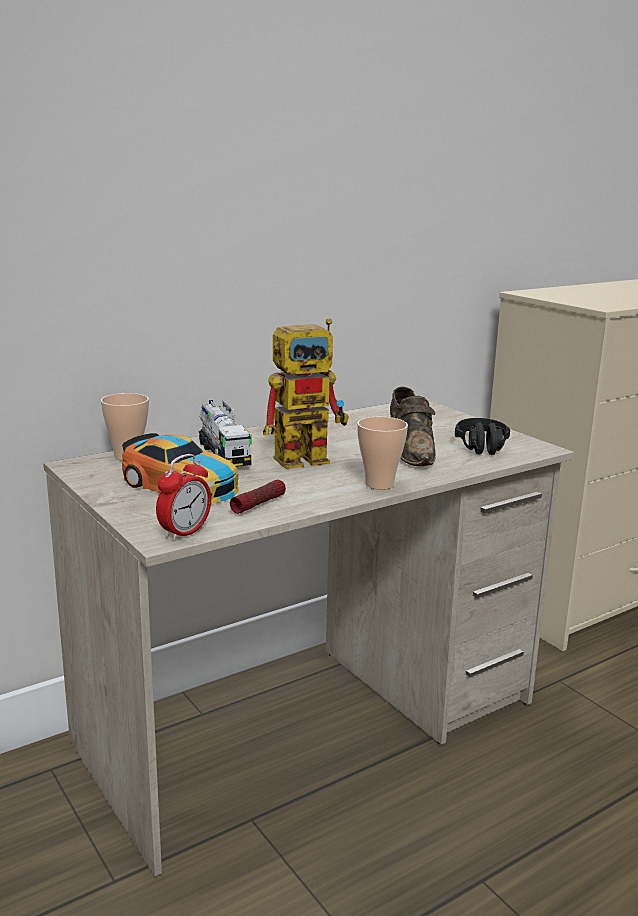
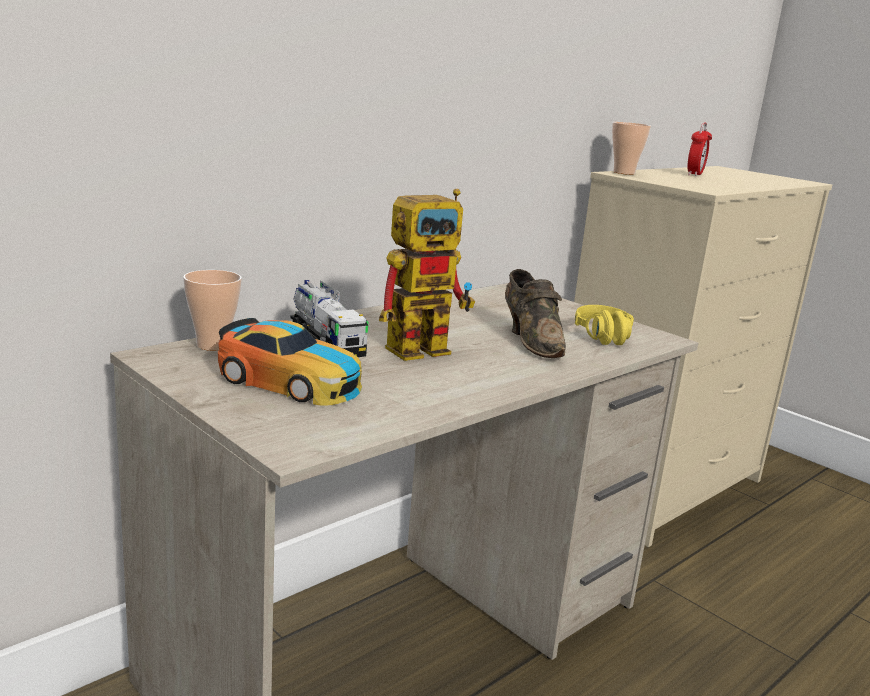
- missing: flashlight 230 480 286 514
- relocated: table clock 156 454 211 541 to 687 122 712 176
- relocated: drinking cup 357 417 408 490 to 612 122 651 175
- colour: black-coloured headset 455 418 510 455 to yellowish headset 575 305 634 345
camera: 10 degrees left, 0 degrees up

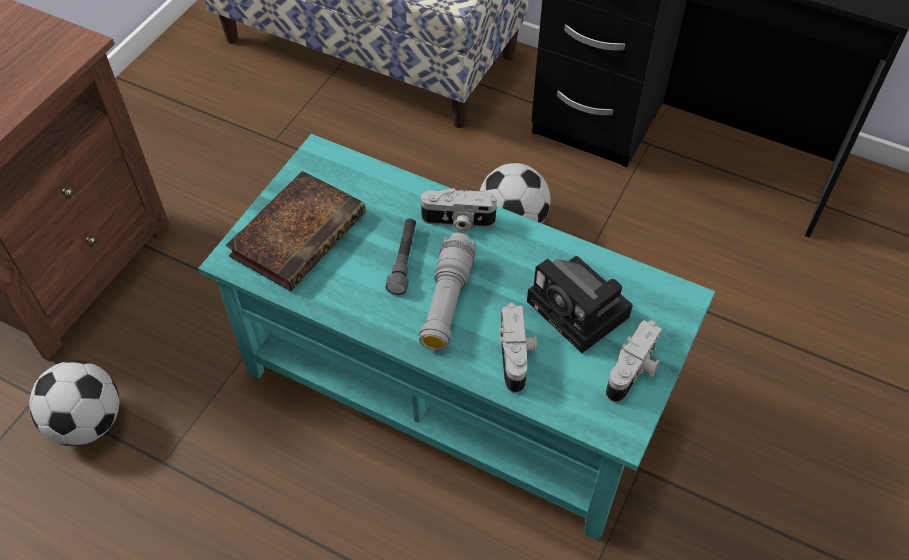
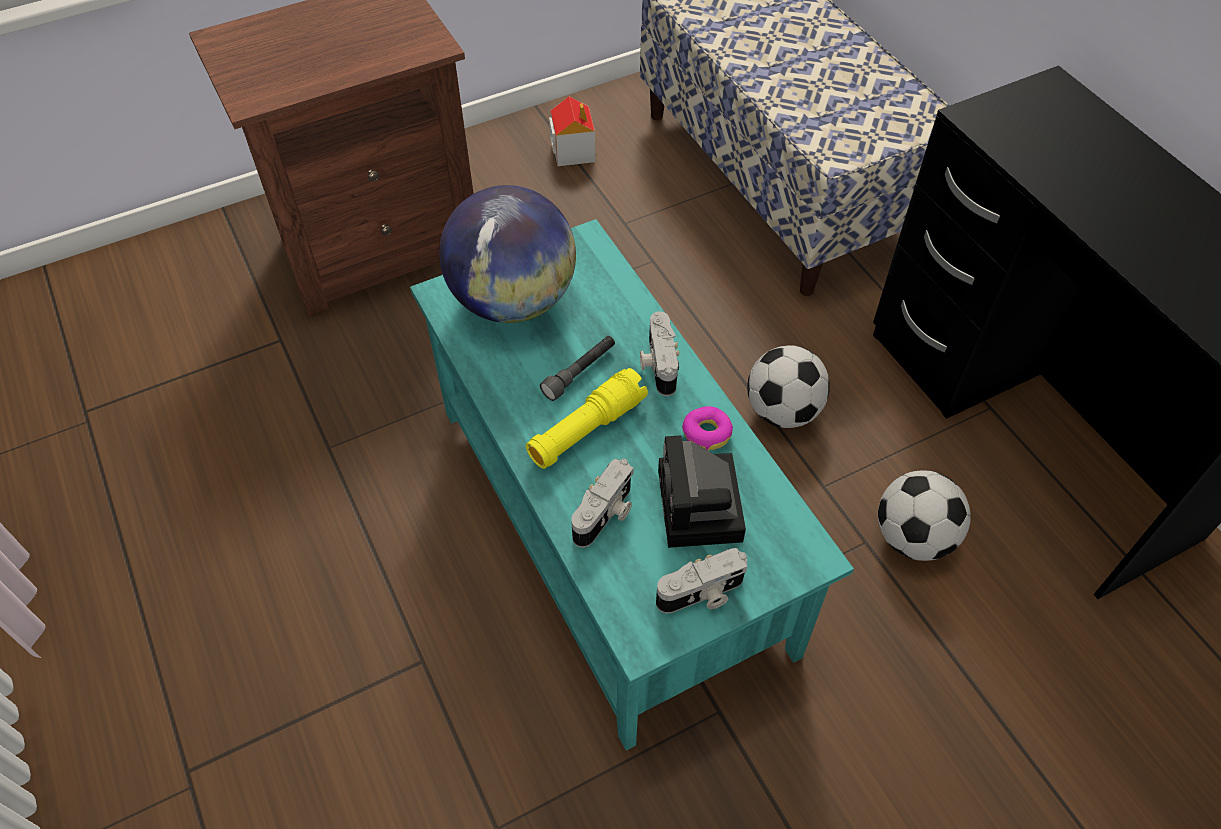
- appeared: miniature house 549 96 596 166
- appeared: donut 682 406 733 450
- relocated: football ball 29 360 119 446 to 878 470 971 561
- exchanged: book 226 171 366 291 to globe 439 185 576 323
- colour: gray flashlight 419 233 477 351 to yellowish flashlight 526 368 648 469
- spun: photo camera 421 188 497 232 = 640 311 679 396 45 degrees clockwise
camera: 35 degrees right, 0 degrees up

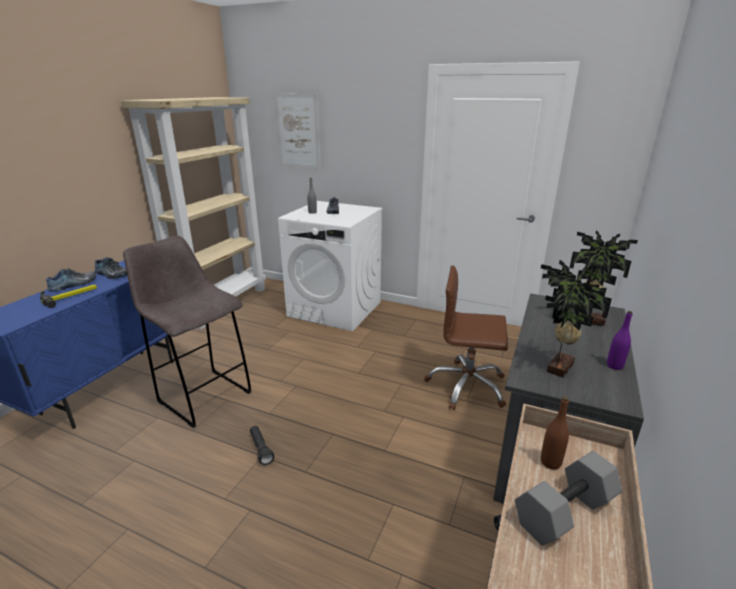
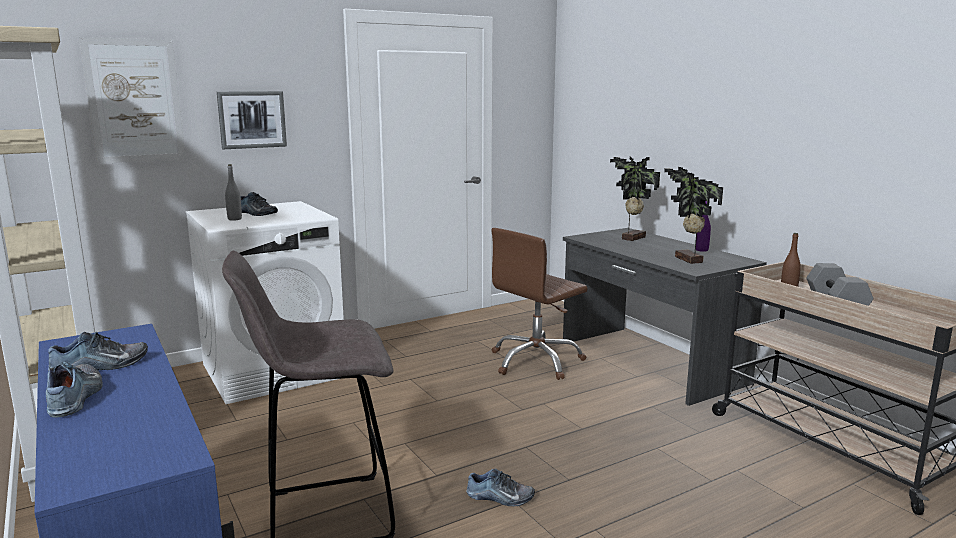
- missing: hand hammer 40 284 97 308
- appeared: picture 217 91 287 149
- exchanged: black-coloured flashlight 250 426 274 465 to shoe 466 468 535 506
camera: 55 degrees left, 10 degrees down

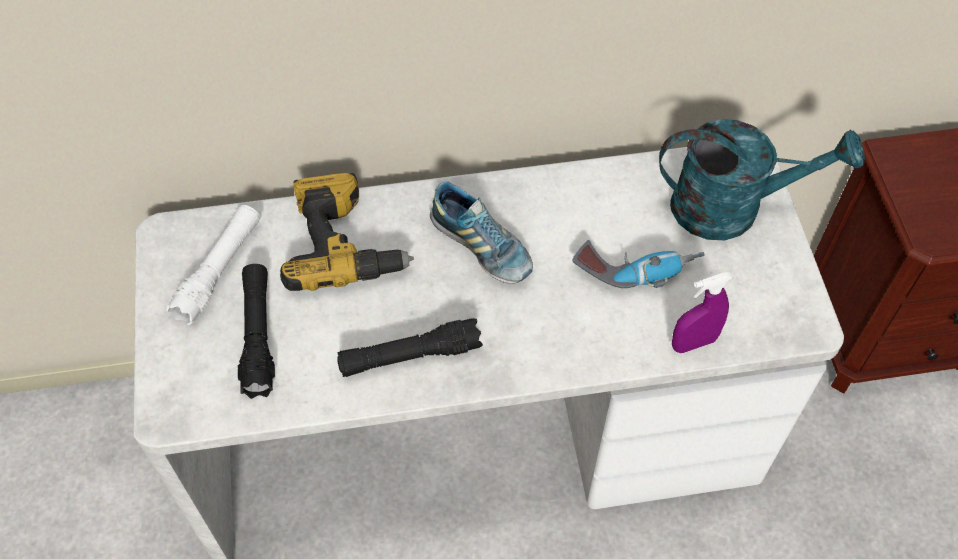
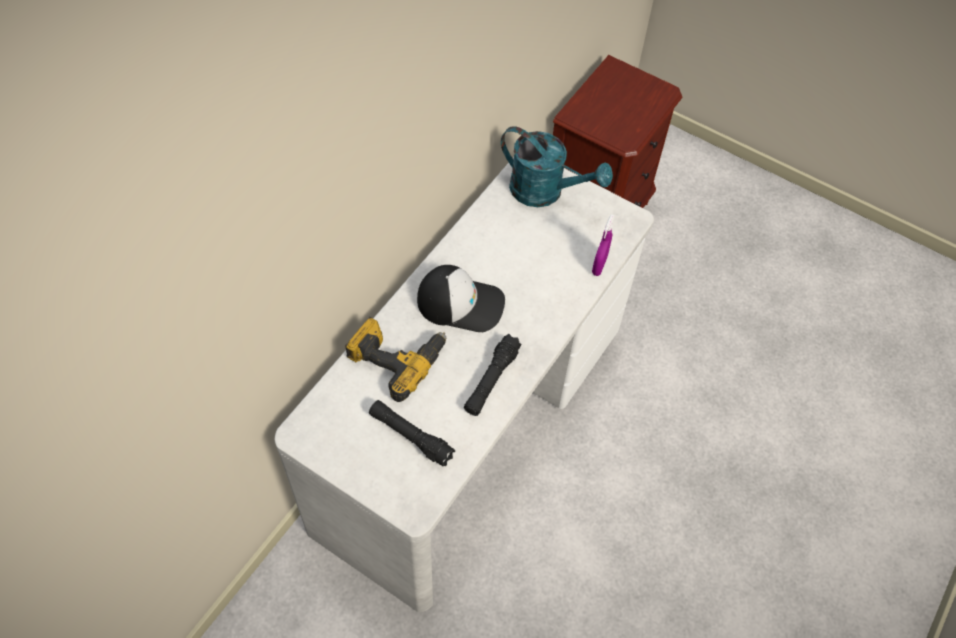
- missing: white flashlight 166 205 260 325
- missing: electric drill 572 240 705 288
- exchanged: shoe 430 181 533 284 to baseball cap 417 265 505 332
- spun: turquoise-coloured watering pot 659 119 865 240 = 501 126 613 207 75 degrees clockwise
camera: 50 degrees left, 0 degrees up

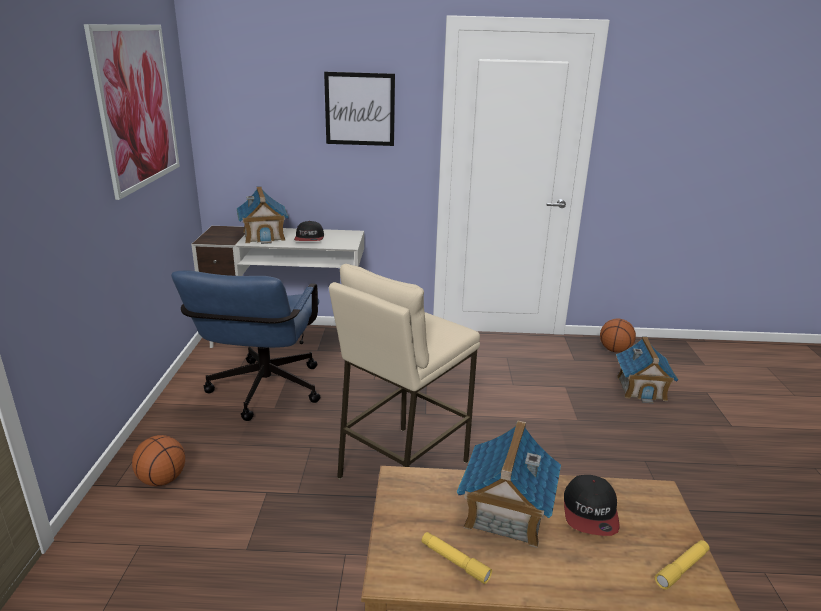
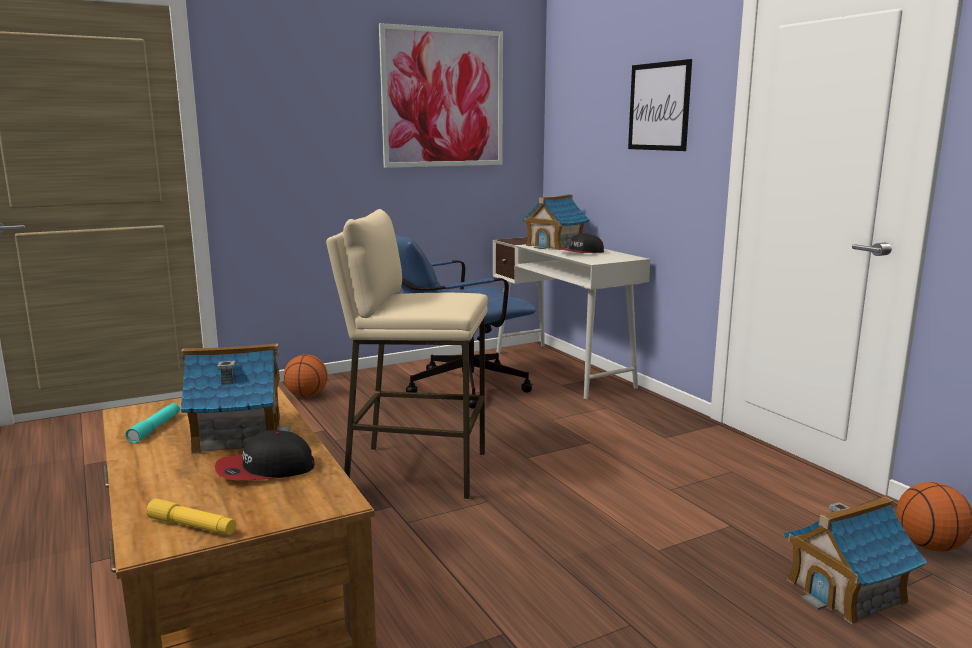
- colour: yellowish flashlight 421 532 492 584 to turquoise-coloured flashlight 125 403 180 443
camera: 60 degrees right, 10 degrees down

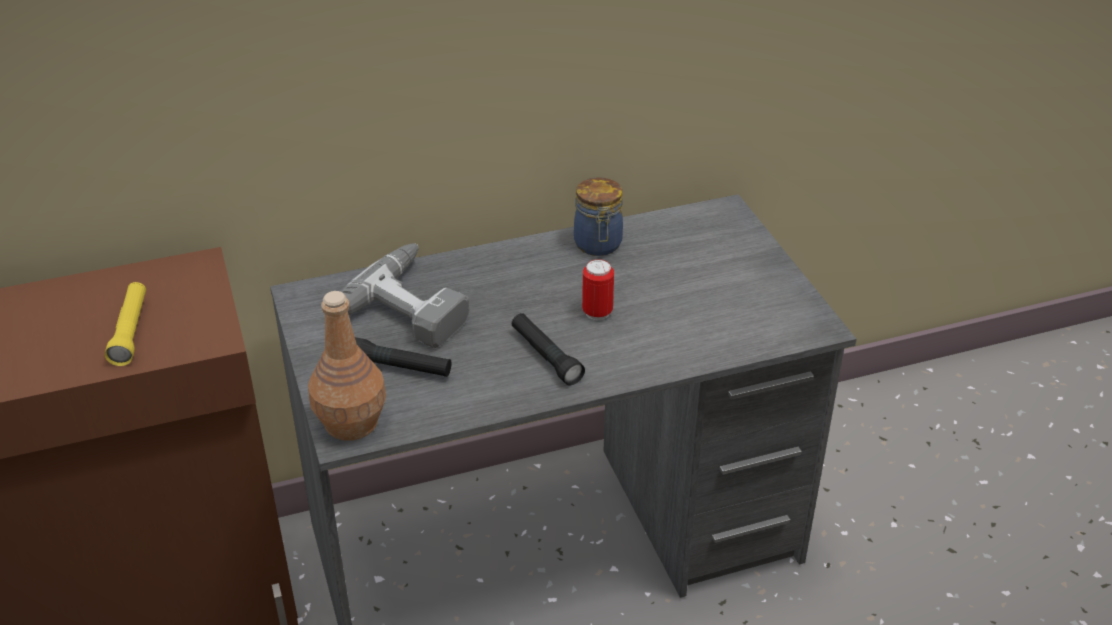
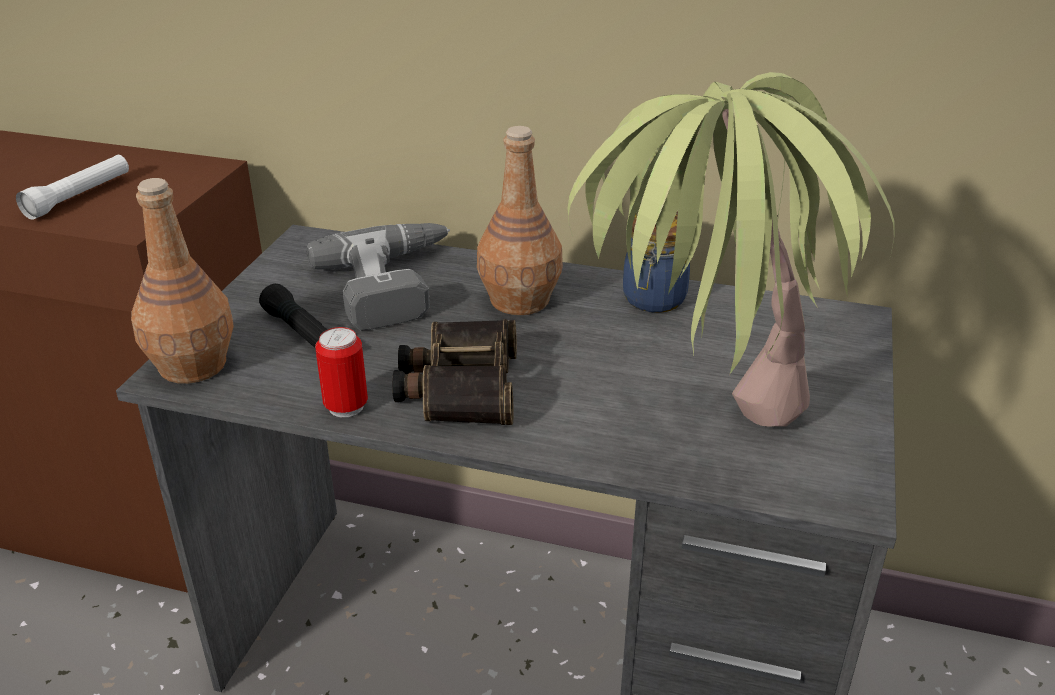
- appeared: brown-coloured drink bottle 477 126 563 315
- appeared: houseplant 567 72 895 427
- relocated: can 582 259 614 320 to 315 327 368 417
- exchanged: black-coloured flashlight 512 313 585 385 to field glasses 392 319 517 425
- colour: yellowish flashlight 105 282 146 366 to white flashlight 16 155 129 220
camera: 35 degrees right, 5 degrees down

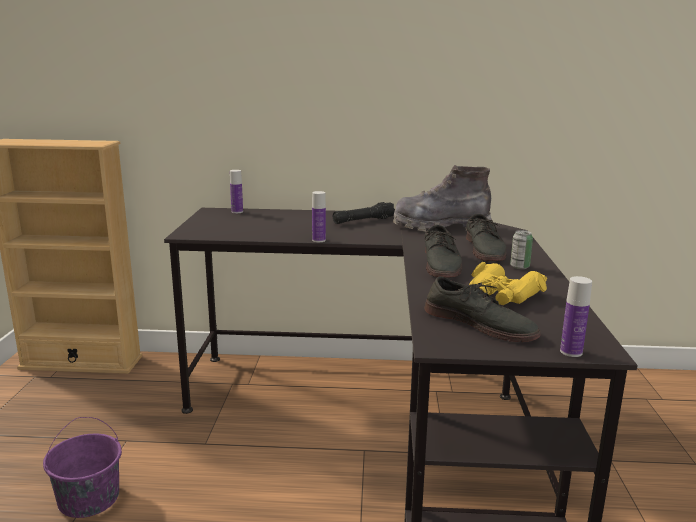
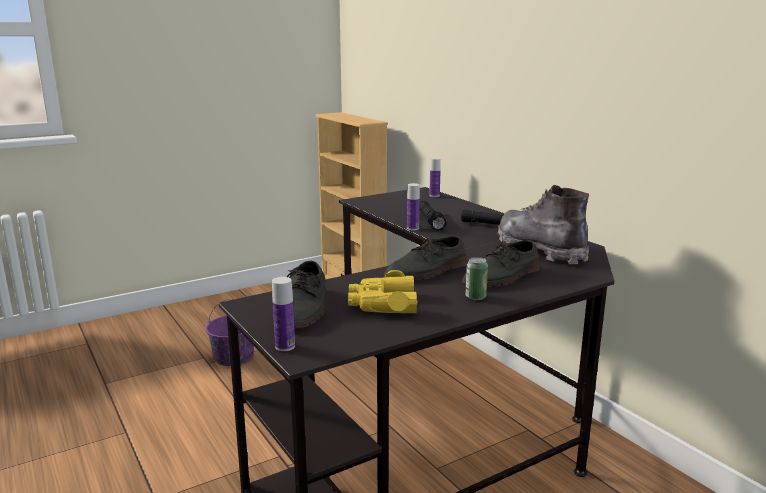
- appeared: black-coloured flashlight 420 201 447 230
camera: 55 degrees right, 0 degrees up

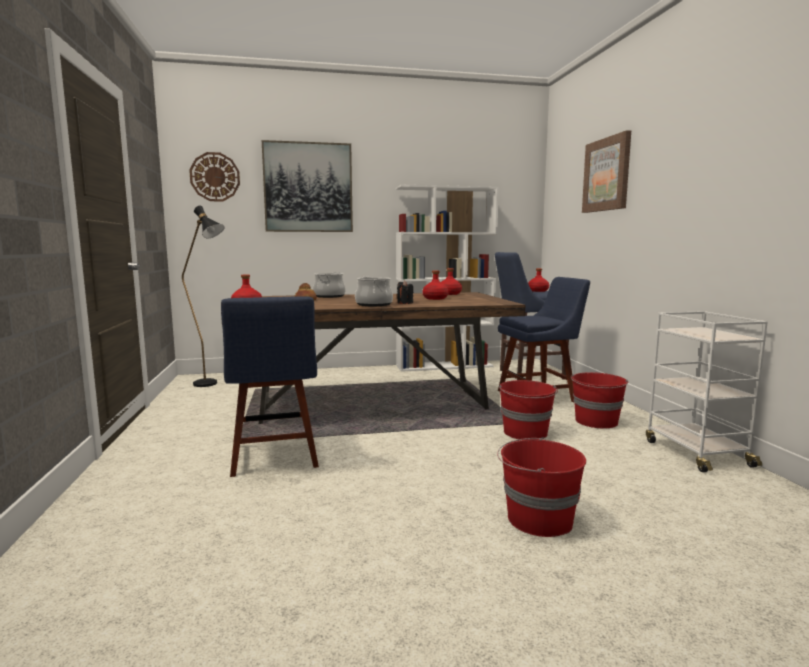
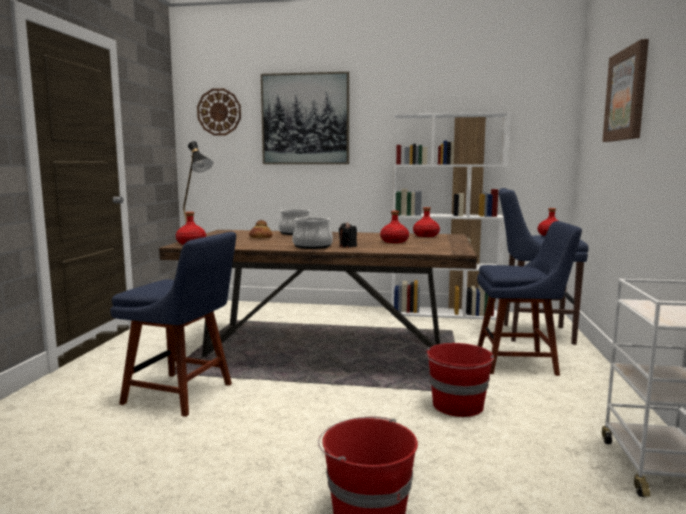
- missing: red-coloured water bucket 571 372 629 429
- spun: bluish plain chair 221 296 319 477 = 110 232 236 417 75 degrees counterclockwise
camera: 20 degrees right, 0 degrees up

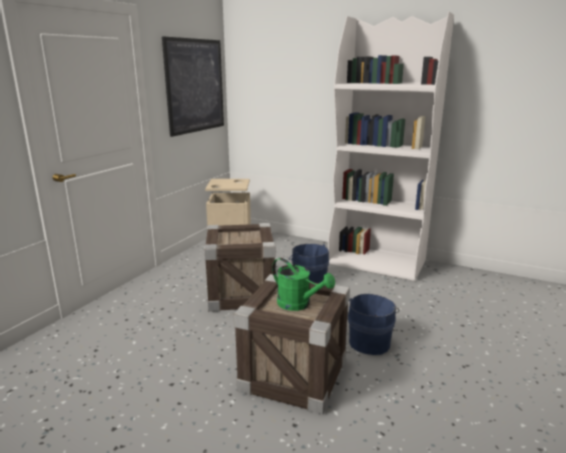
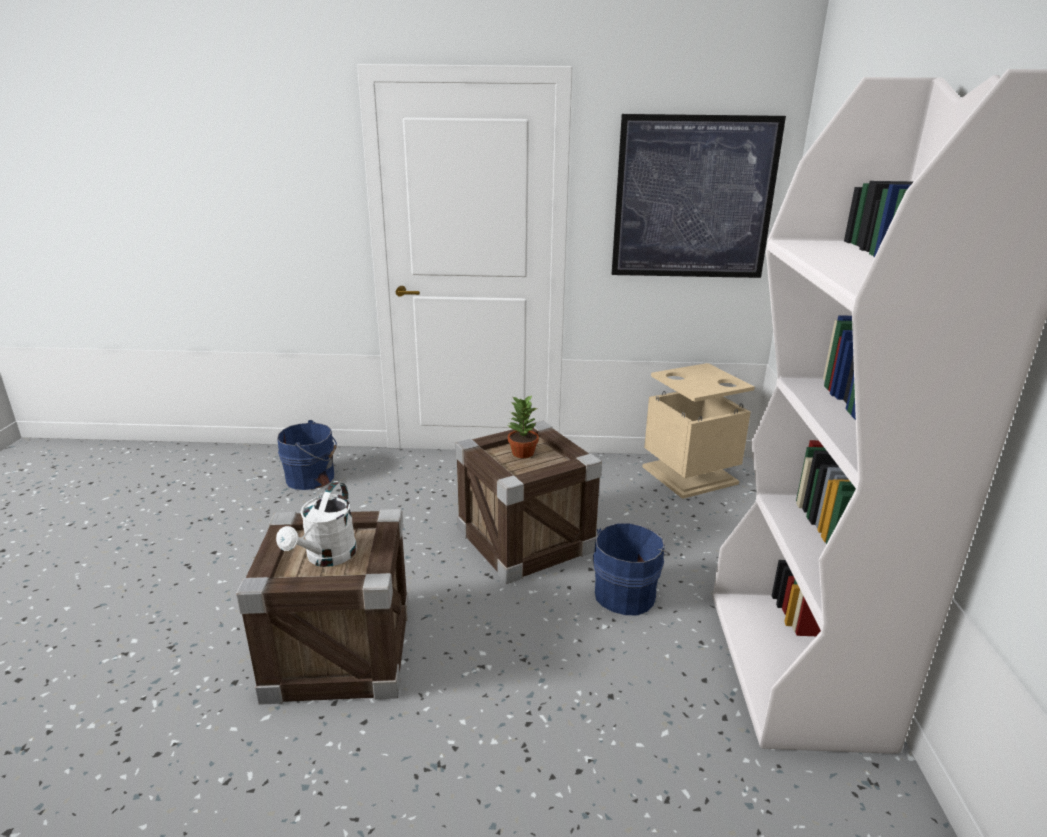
- appeared: houseplant 508 394 539 458
- relocated: bluish water bucket 348 294 400 355 to 277 420 337 490
- colour: green-coloured watering pot 272 258 335 311 to white watering pot 276 481 357 567
camera: 65 degrees right, 5 degrees up

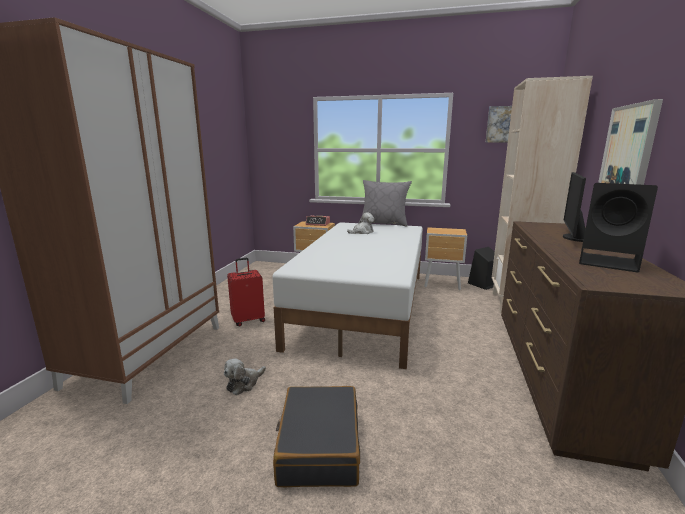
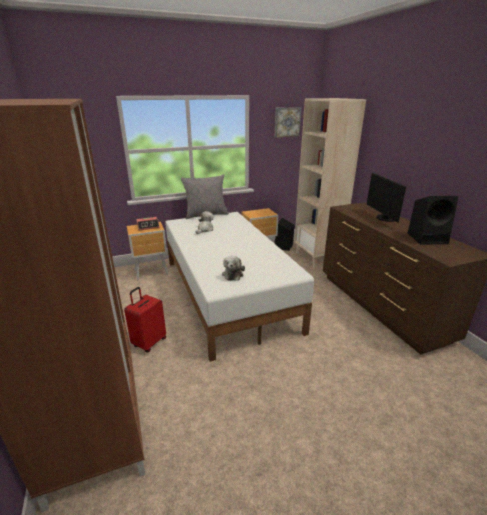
- missing: black-coloured suitcase 273 386 360 487
- missing: picture 598 99 663 185
- relocated: soft toy 224 359 266 395 to 222 256 245 281
camera: 35 degrees left, 10 degrees up

